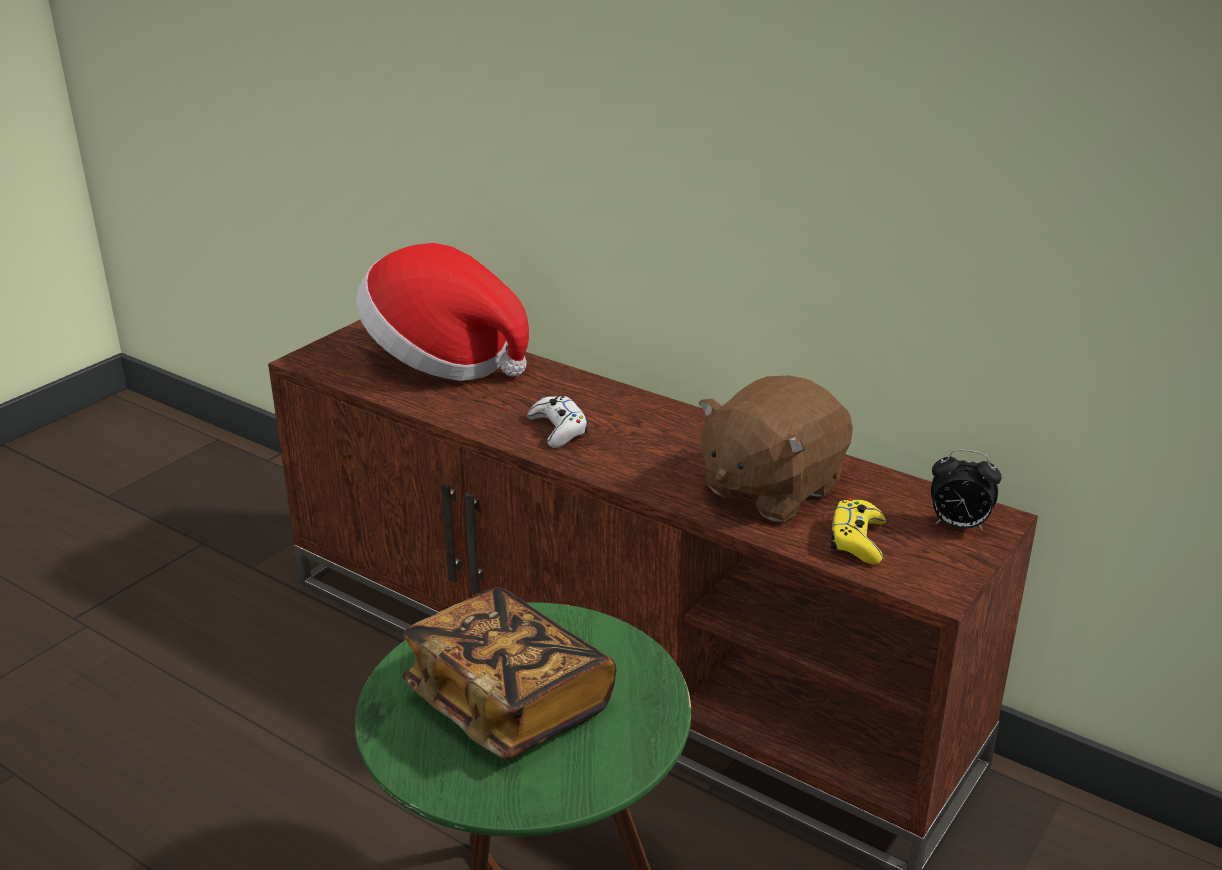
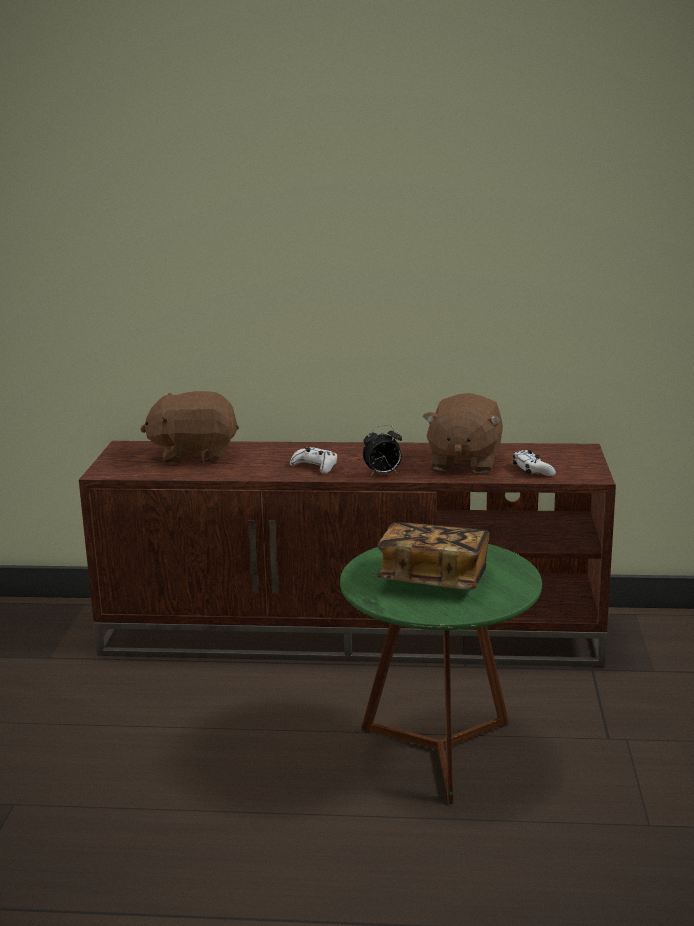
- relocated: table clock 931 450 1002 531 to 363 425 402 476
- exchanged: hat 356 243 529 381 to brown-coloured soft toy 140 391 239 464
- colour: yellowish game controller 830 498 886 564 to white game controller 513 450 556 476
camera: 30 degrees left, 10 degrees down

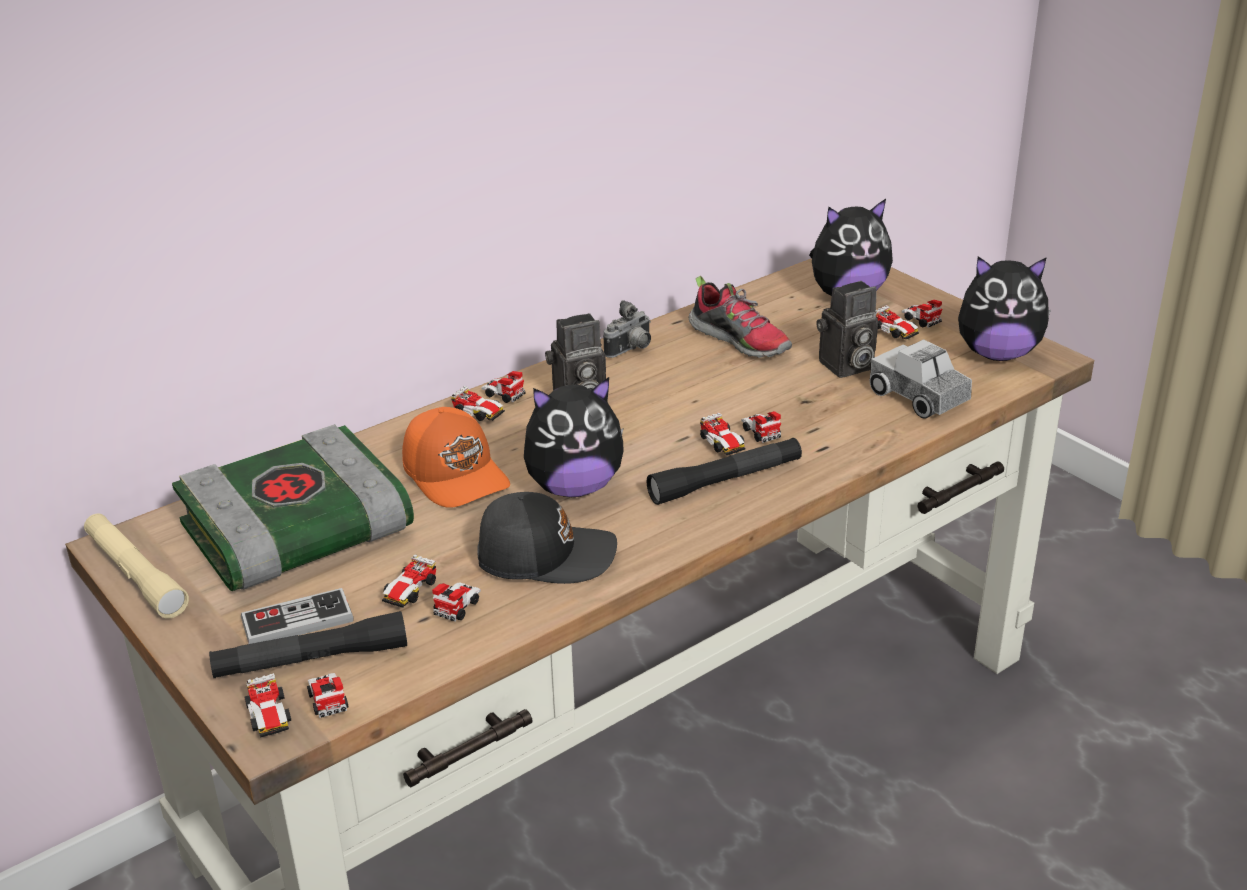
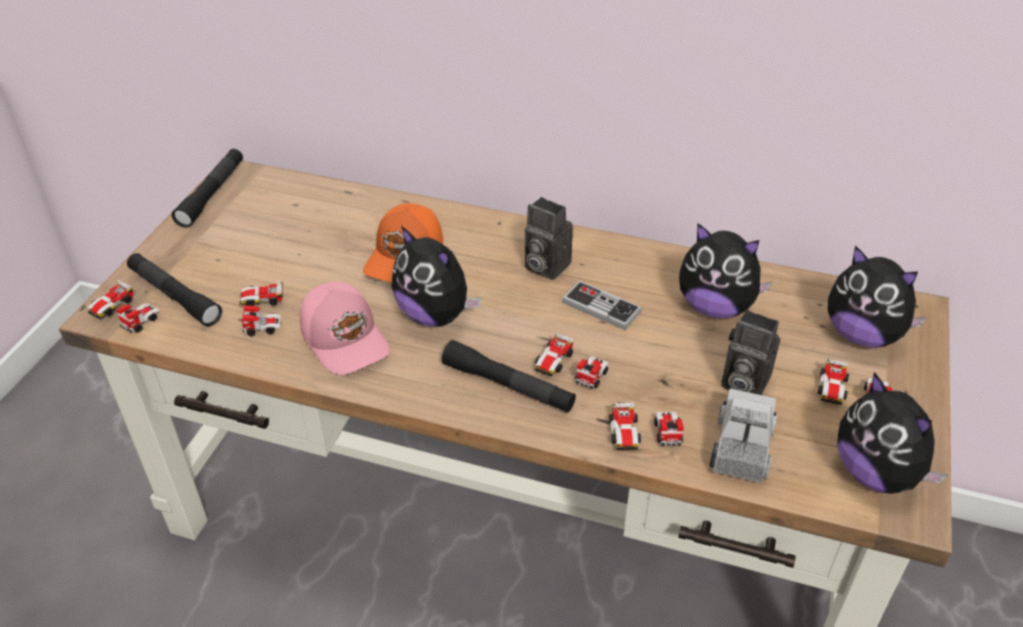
- missing: book 172 424 414 591
- missing: photo camera 603 300 651 358
- relocated: game controller 241 588 354 644 to 562 281 642 330
- relocated: model car 451 371 526 421 to 609 403 684 450
- exchanged: shoe 689 276 792 358 to soft toy 679 224 772 318
- colour: beige-coloured flashlight 84 514 189 618 to black-coloured flashlight 172 149 243 228
- colour: black-coloured baseball cap 477 492 617 584 to pink-coloured baseball cap 300 282 390 375
camera: 55 degrees right, 10 degrees up

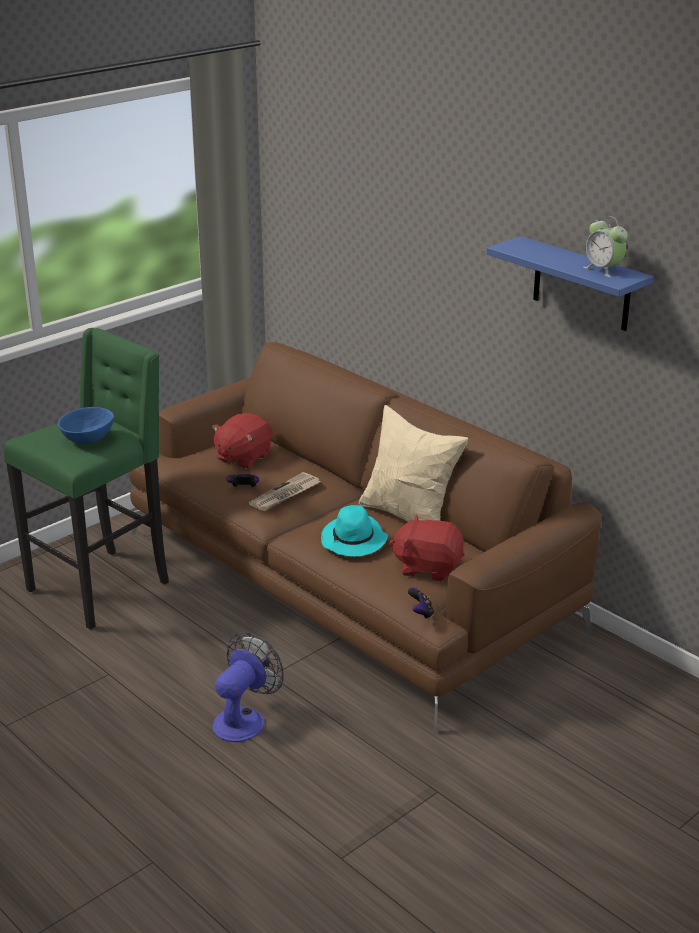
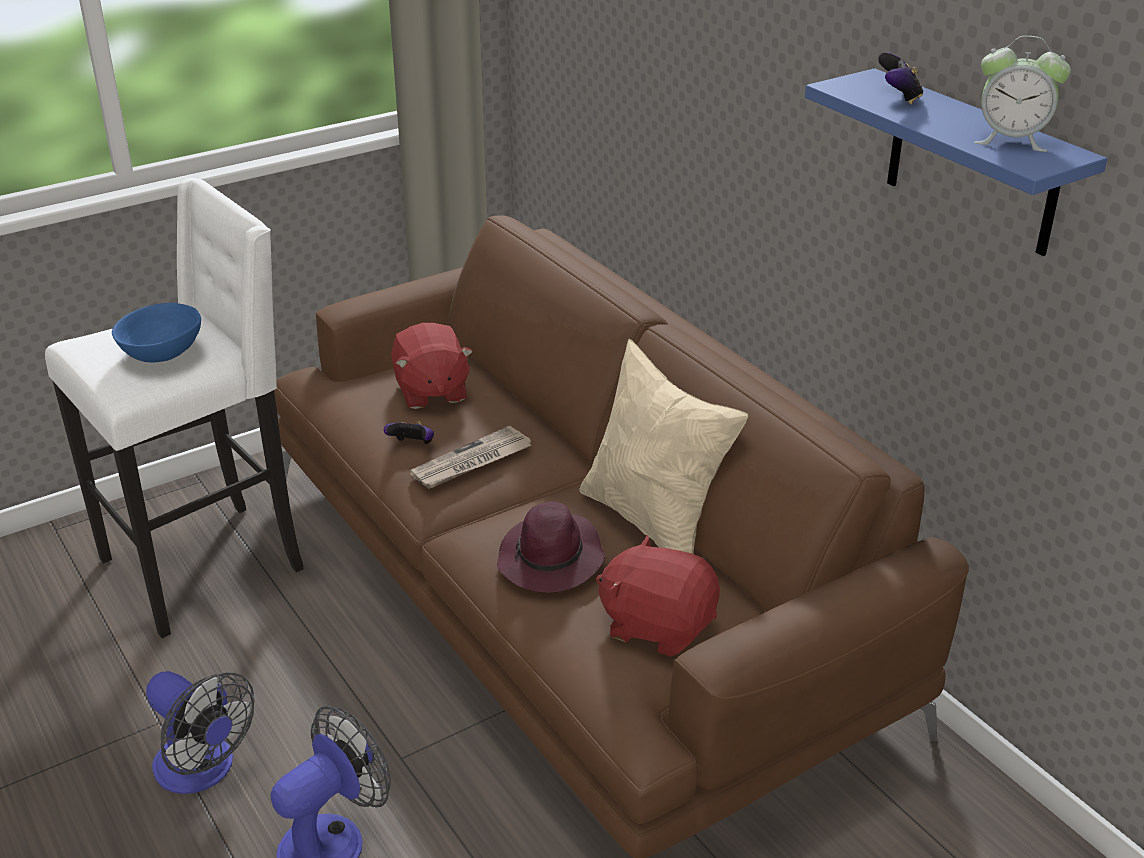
- appeared: electric fan 146 671 254 794
- relocated: game controller 408 588 434 619 to 878 52 923 104
- colour: green-coloured stool seat 4 328 169 630 to white stool seat 45 178 303 638
- colour: turquoise-coloured hat 321 505 388 557 to purple hat 497 502 605 593
- spun: red-coloured soft toy 212 413 273 469 = 391 323 473 409 60 degrees counterclockwise
- spun: table clock 583 216 628 277 = 974 36 1071 152 45 degrees counterclockwise
camera: 10 degrees right, 5 degrees up

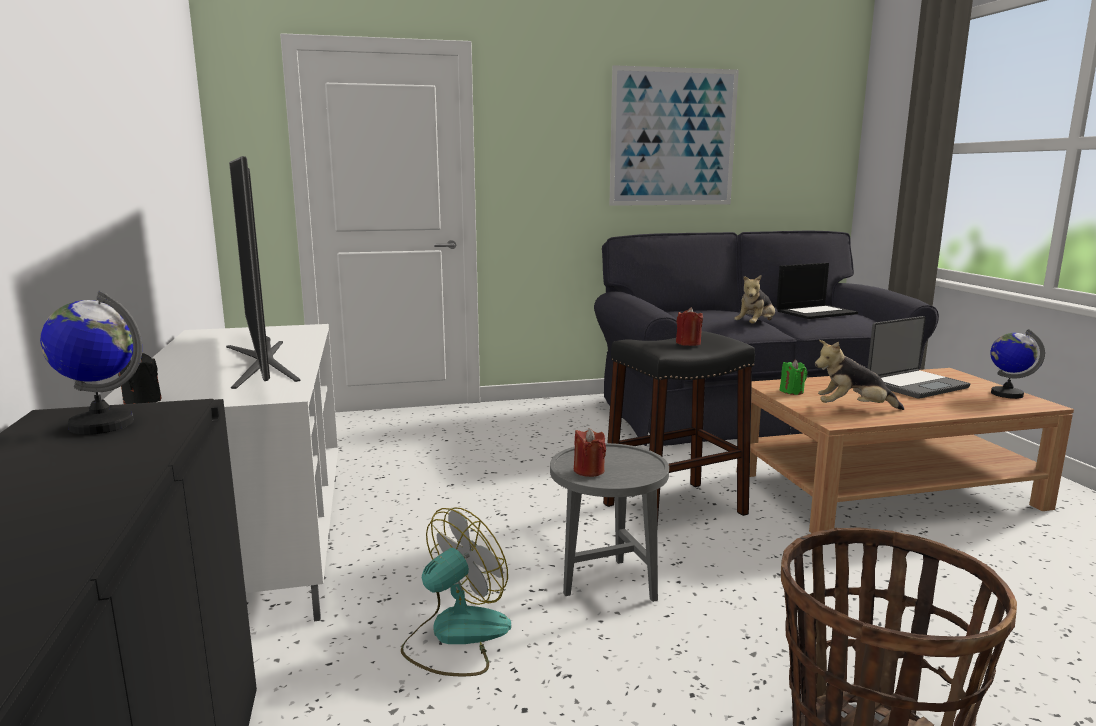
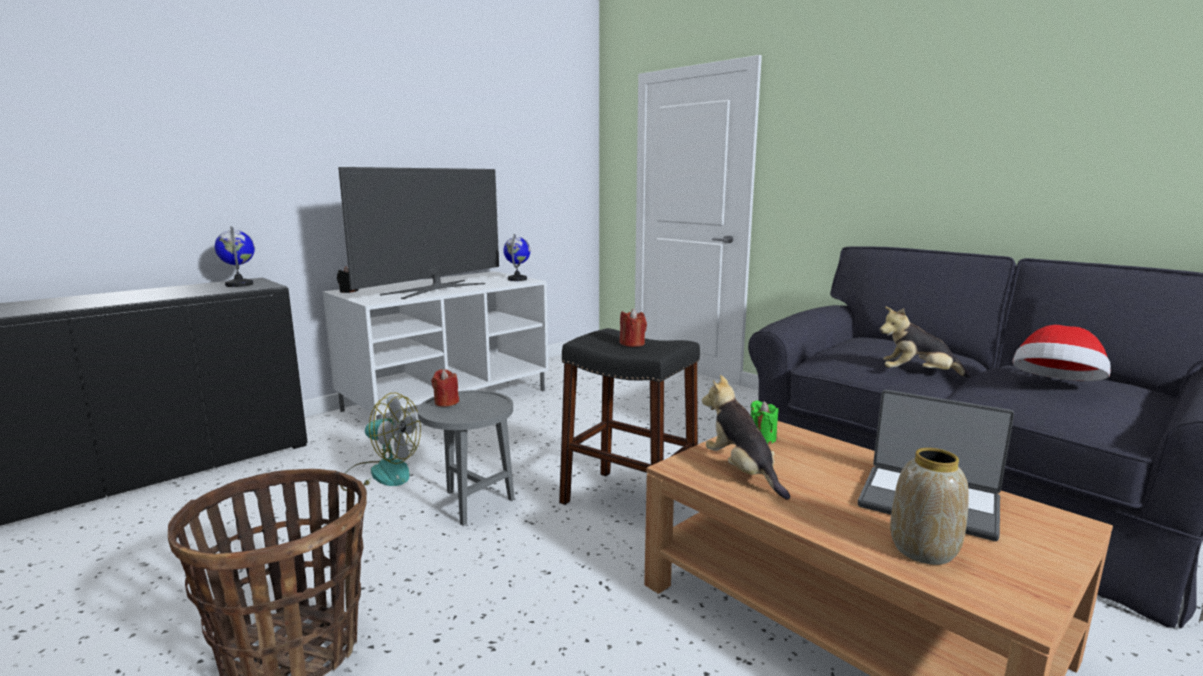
- missing: picture 609 65 739 206
- appeared: flower vase 890 448 969 565
- relocated: globe 990 329 1045 399 to 503 234 531 281
- exchanged: portable computer 776 263 858 319 to hat 1013 325 1111 382
camera: 60 degrees right, 0 degrees up

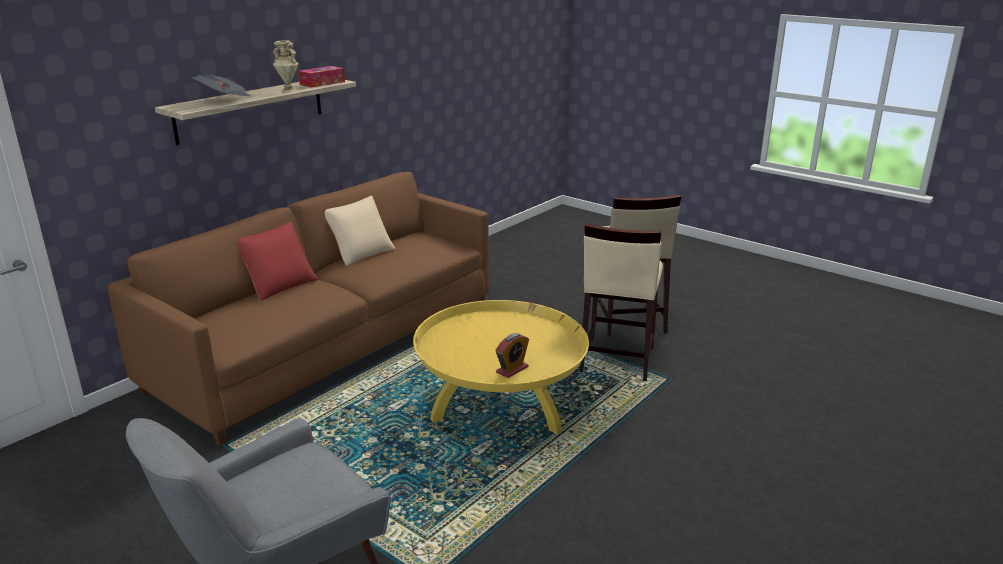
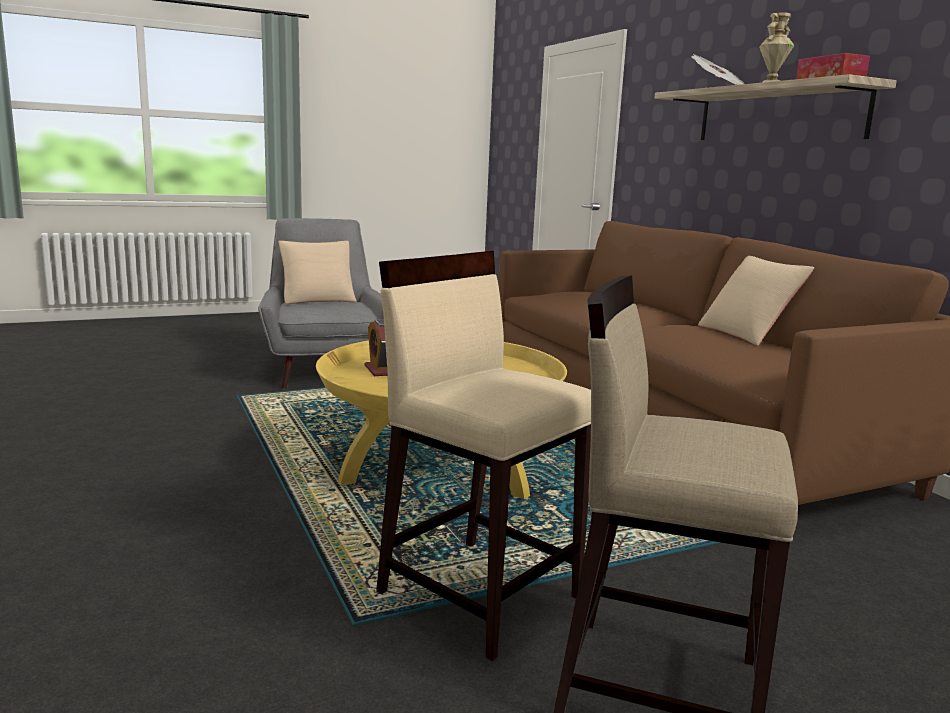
- missing: red-coloured throw pillow 237 222 318 301
- appeared: beige-coloured throw pillow 279 241 357 304
camera: 115 degrees right, 10 degrees down

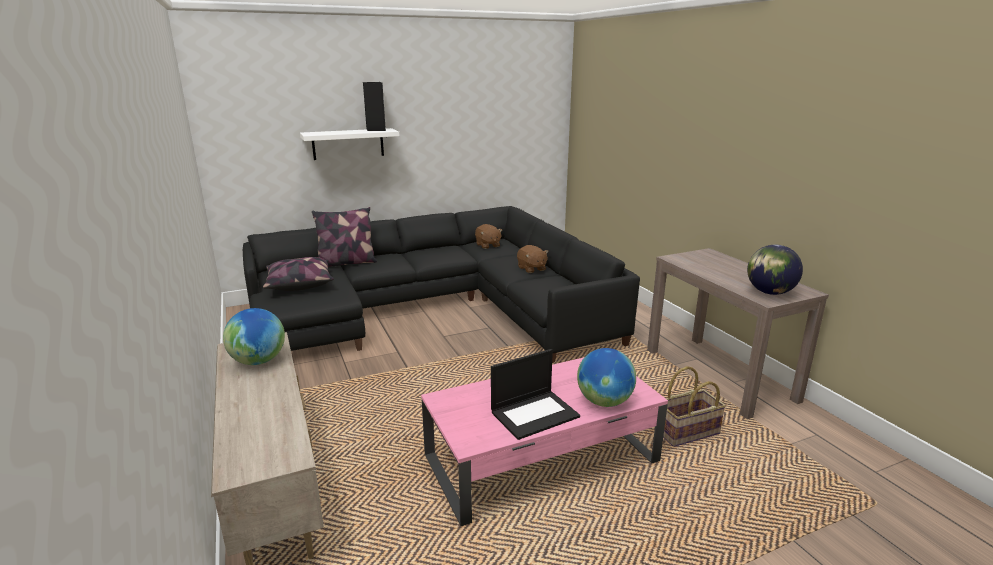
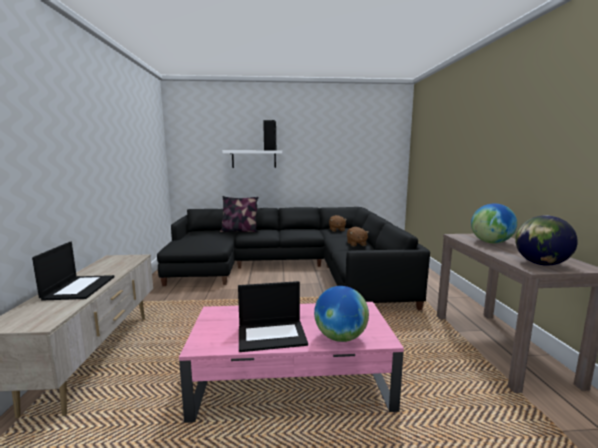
- missing: throw pillow 263 257 334 291
- missing: storage basket 663 366 726 447
- appeared: portable computer 32 242 115 301
- relocated: globe 223 308 285 365 to 471 204 517 243
camera: 20 degrees right, 10 degrees down

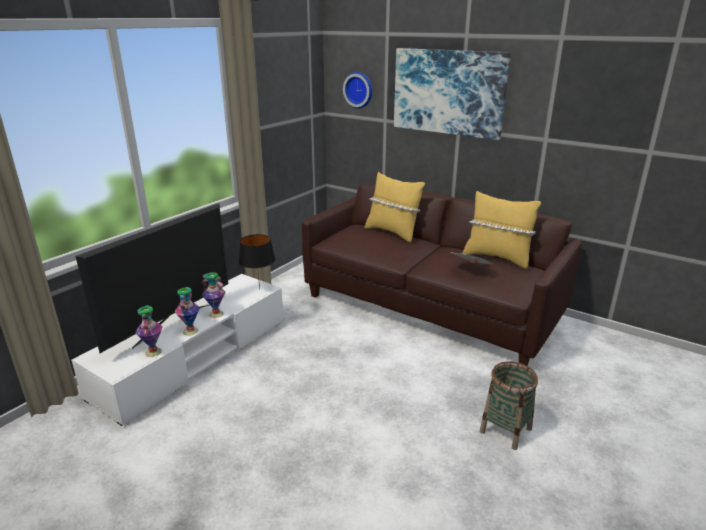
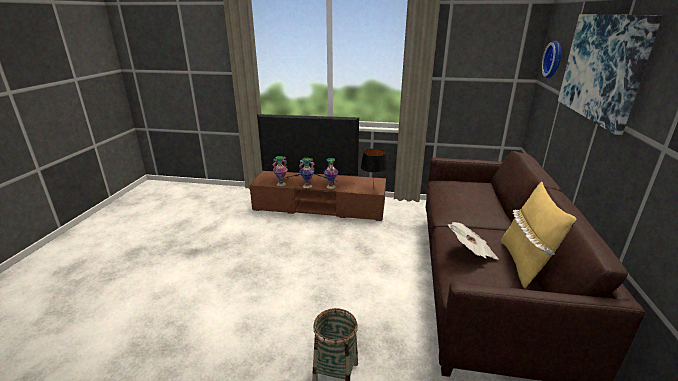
- missing: yellowish throw pillow 364 172 425 243
- colour: white tv unit 71 274 284 426 to brown-coloured tv unit 249 171 386 221
camera: 65 degrees right, 0 degrees up

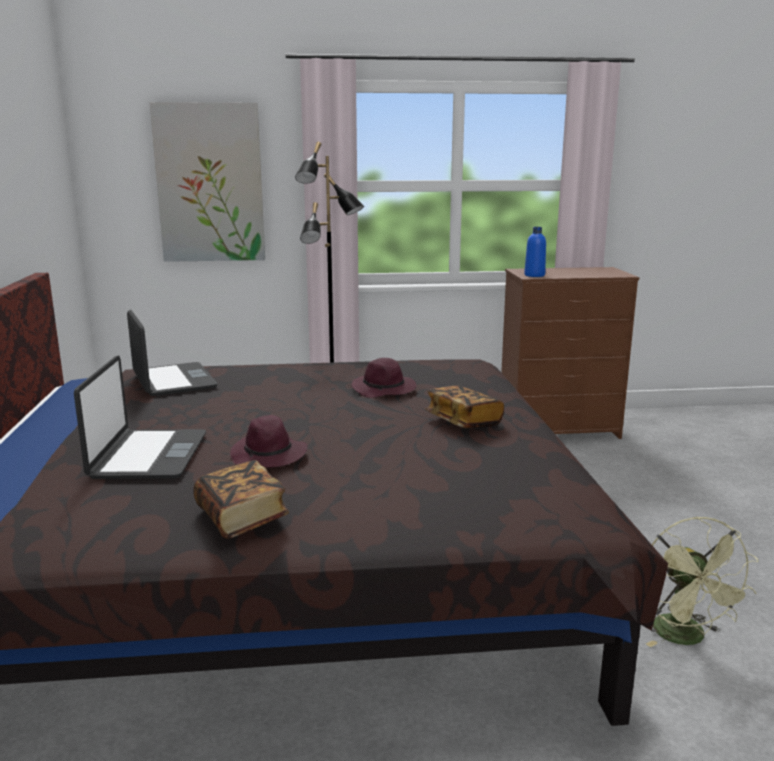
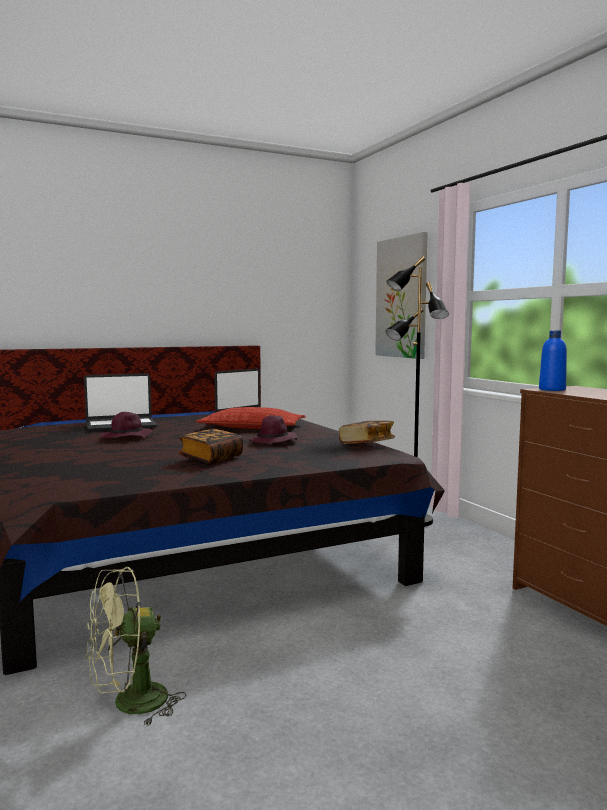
- appeared: throw pillow 196 407 306 429
- relocated: book 193 460 289 539 to 339 420 395 444
camera: 70 degrees right, 10 degrees down

